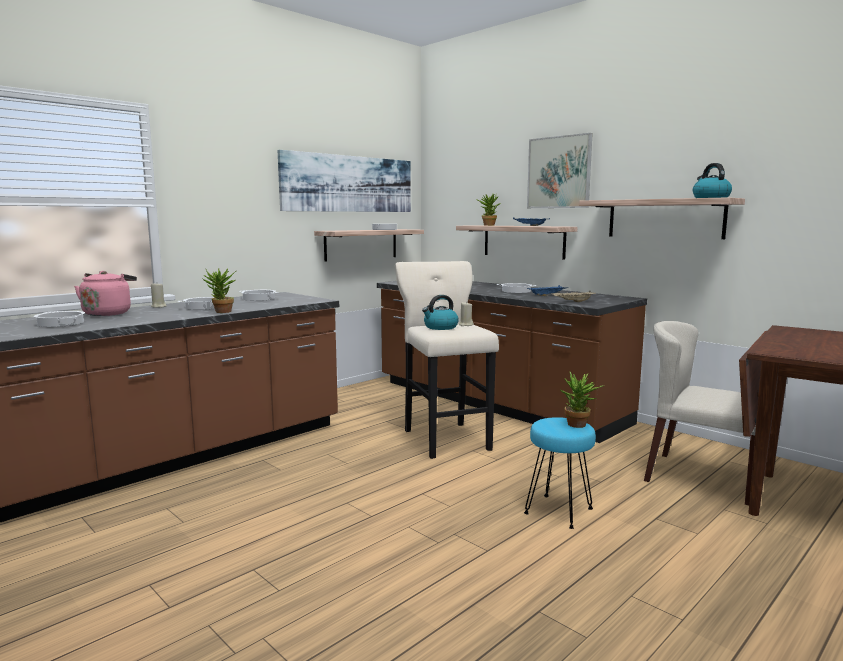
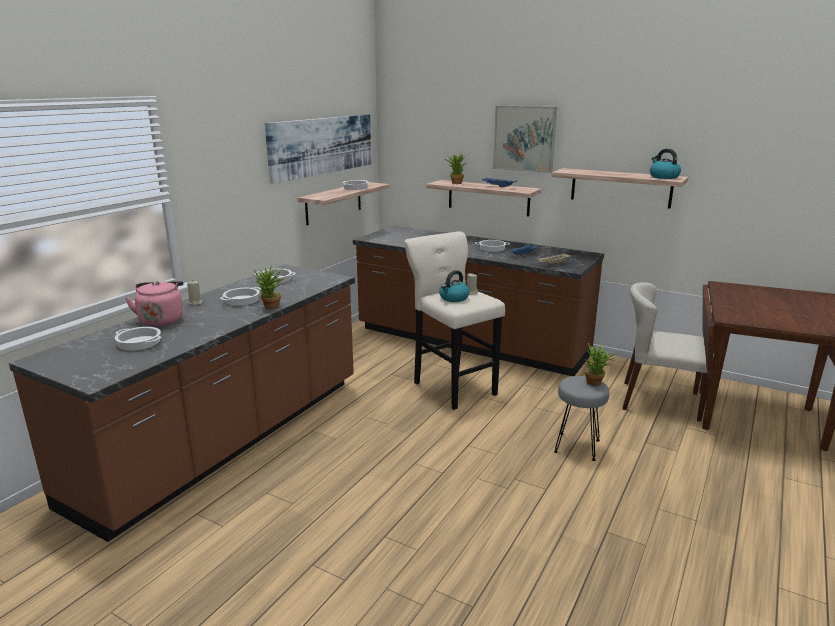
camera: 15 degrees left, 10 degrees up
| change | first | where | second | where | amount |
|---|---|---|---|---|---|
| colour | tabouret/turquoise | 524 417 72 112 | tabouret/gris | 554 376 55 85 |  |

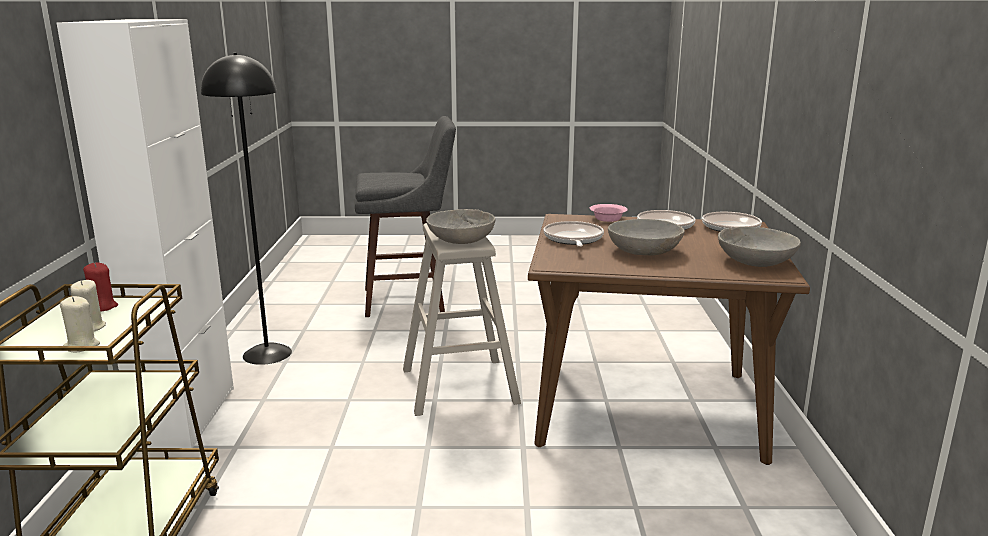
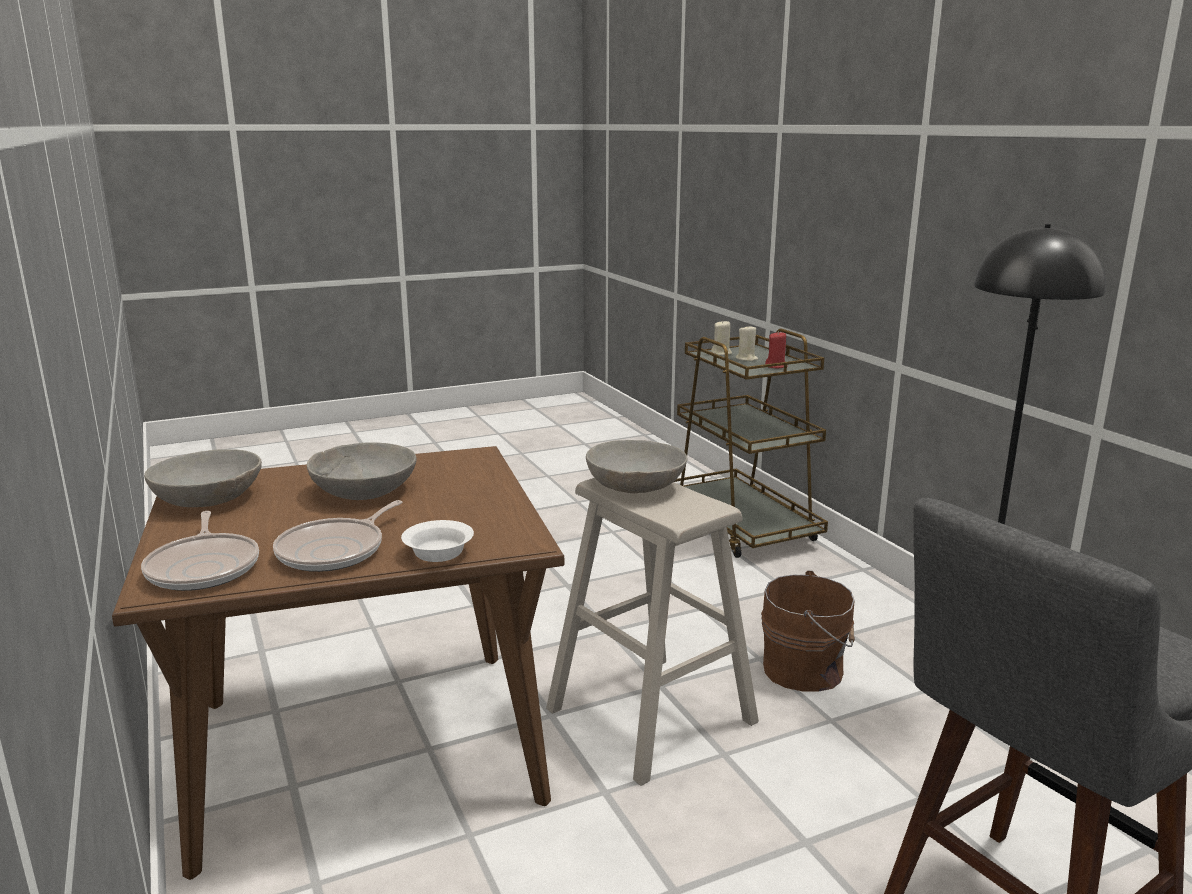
camera: 155 degrees right, 0 degrees up
| change | first | where | second | where | amount |
|---|---|---|---|---|---|
| colour | bol/rose | 590 204 38 18 | bol/blanc | 401 520 73 42 |  |
| appeared |  |  | seau/marron | 761 570 94 122 |  |
| missing | meuble de rangement/blanc | 57 19 177 429 |  |  |  |
| missing | poêle | 543 221 61 26 |  |  |  |

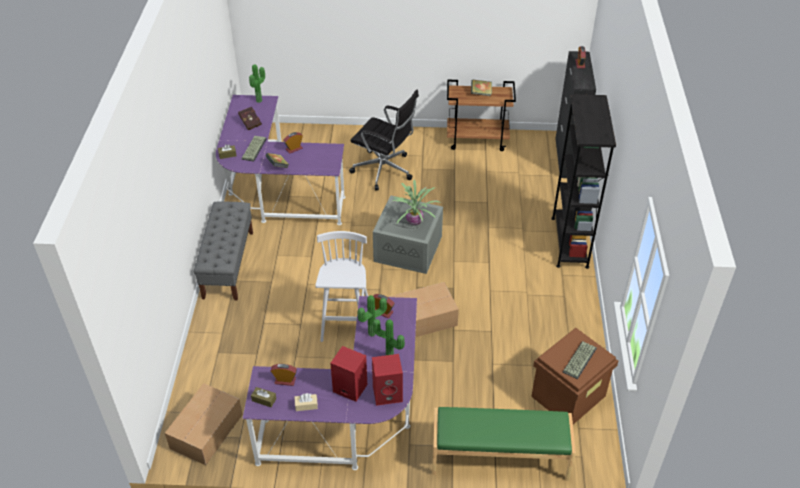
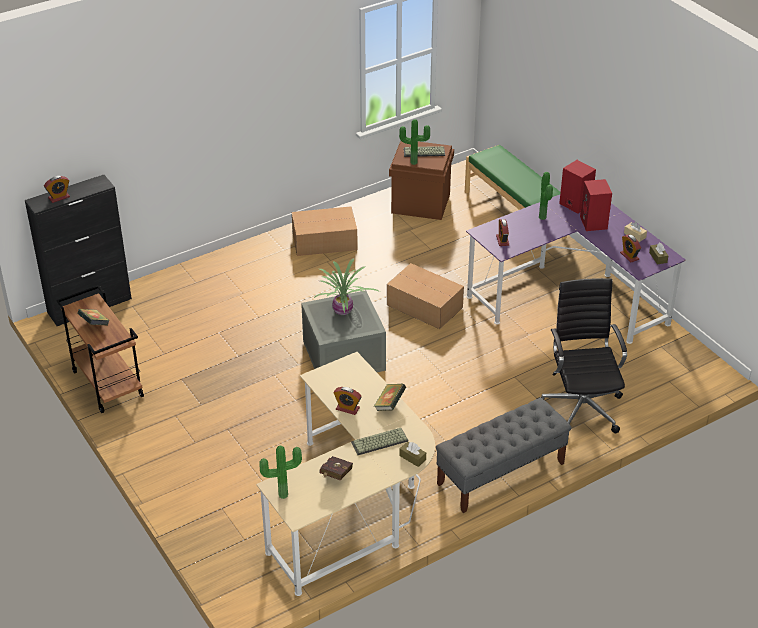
camera: 125 degrees left, 5 degrees down
| change | first | where | second | where | amount |
|---|---|---|---|---|---|
| colour | bureau/violet | 216 95 130 130 | bureau/beige | 256 352 179 244 |  |
| relocated | carton | 165 383 78 82 |  | 292 206 66 50 |  |
| relocated | plante en pot | 358 295 29 42 |  | 399 119 31 46 |  |
| relocated | chaise de bureau/noir | 349 90 70 100 |  | 537 278 90 155 |  |
| missing | tabouret/blanc | 315 231 53 111 |  |  |  |
| missing | bibliothèque/noir | 551 94 65 175 |  |  |  |

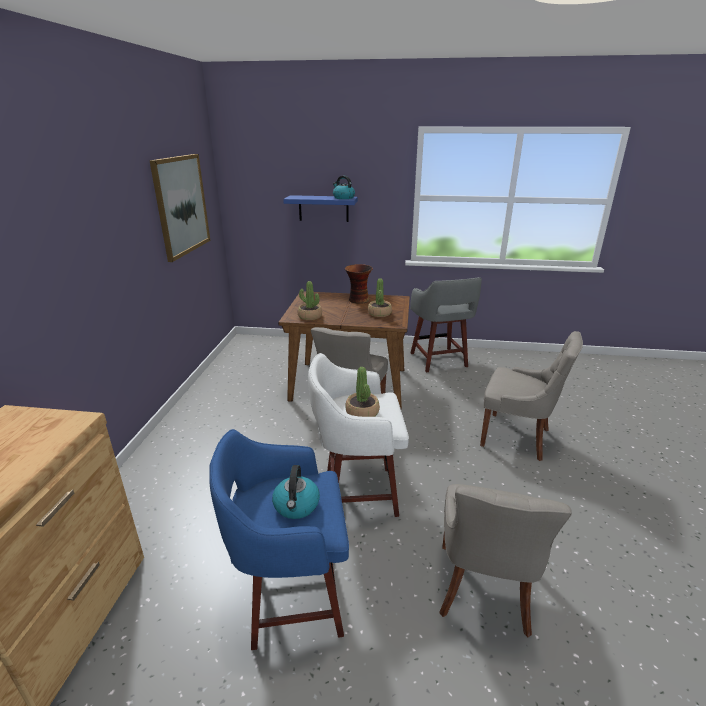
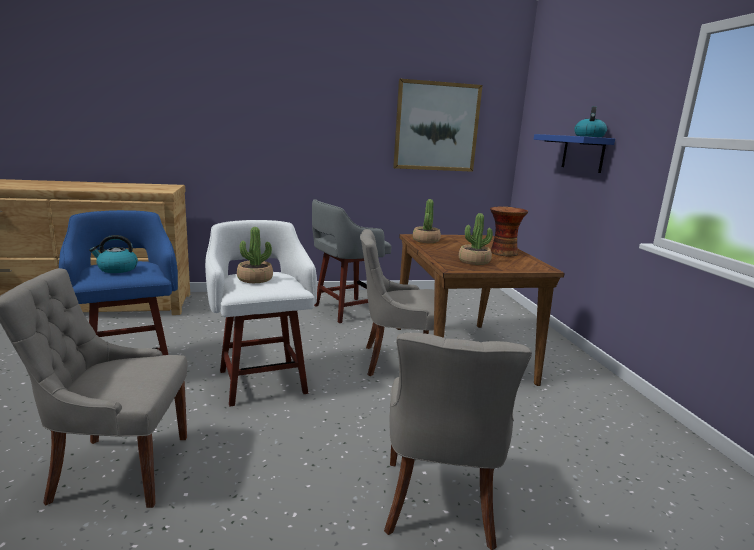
camera: 70 degrees right, 10 degrees down
| change | first | where | second | where | amount |
|---|---|---|---|---|---|
| relocated | tabouret/gris | 410 277 72 95 |  | 312 199 80 124 |  |

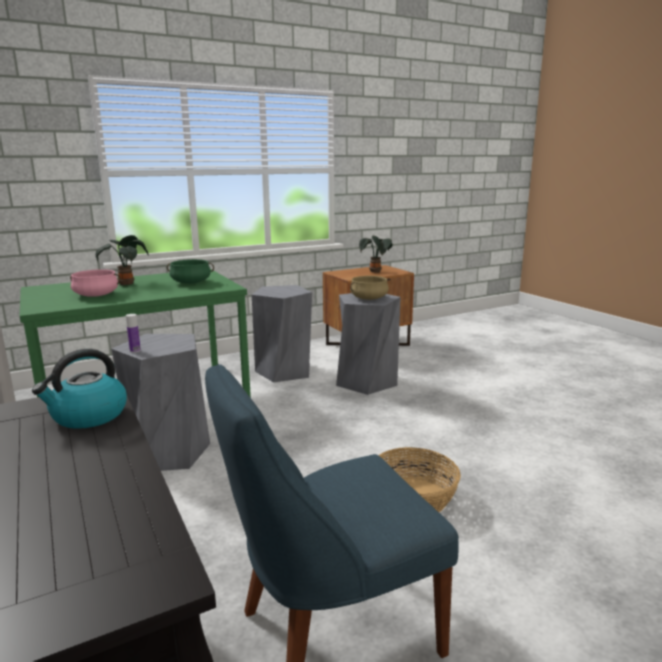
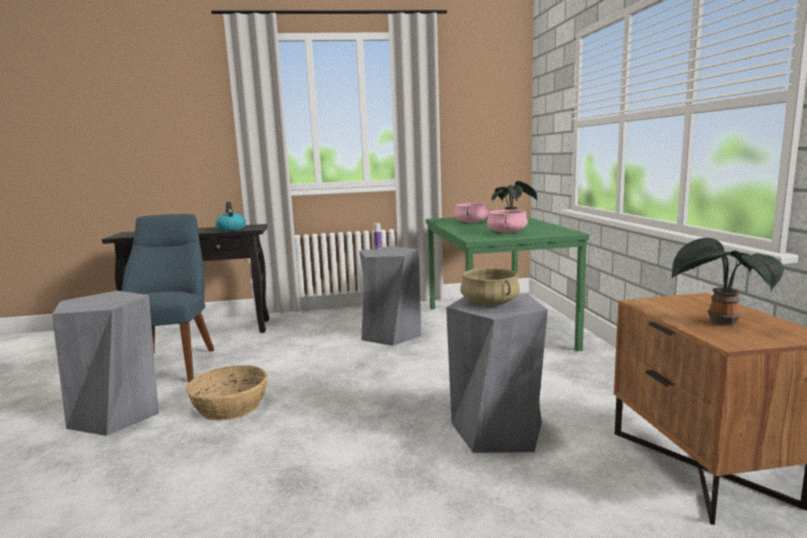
camera: 110 degrees right, 5 degrees down
| change | first | where | second | where | amount |
|---|---|---|---|---|---|
| relocated | tabouret/gris | 252 285 60 97 |  | 52 291 107 145 |  |
| colour | marmite/vert | 167 259 47 25 | marmite/rose | 487 210 41 23 |  |

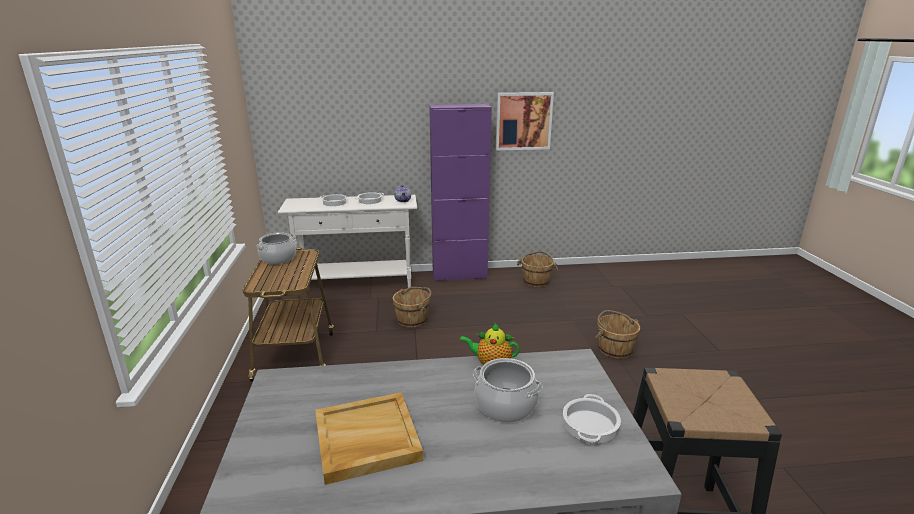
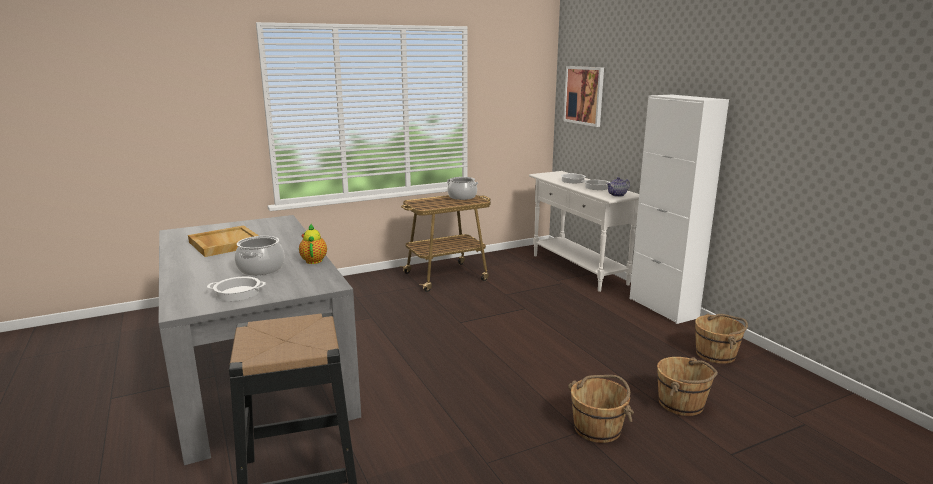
camera: 70 degrees right, 5 degrees down
| change | first | where | second | where | amount |
|---|---|---|---|---|---|
| relocated | tableau | 496 92 58 58 |  | 563 66 41 61 |  |
| colour | meuble de rangement/violet | 429 104 63 178 | meuble de rangement/blanc | 630 95 99 229 |  |
| relocated | seau/marron | 393 287 38 41 |  | 657 357 61 59 |  |

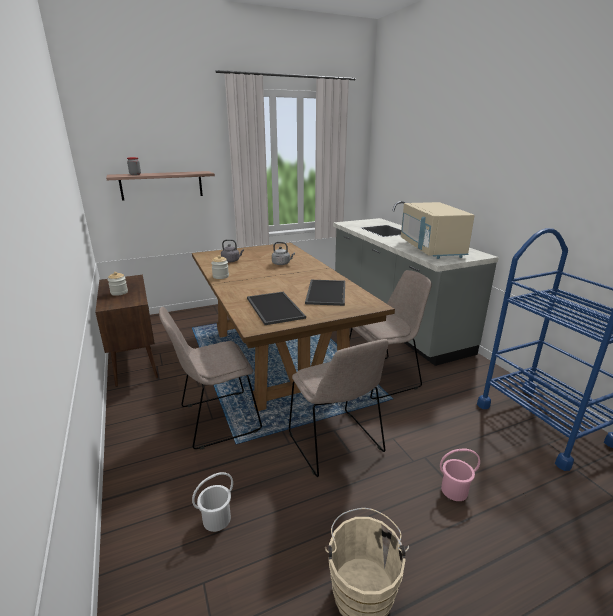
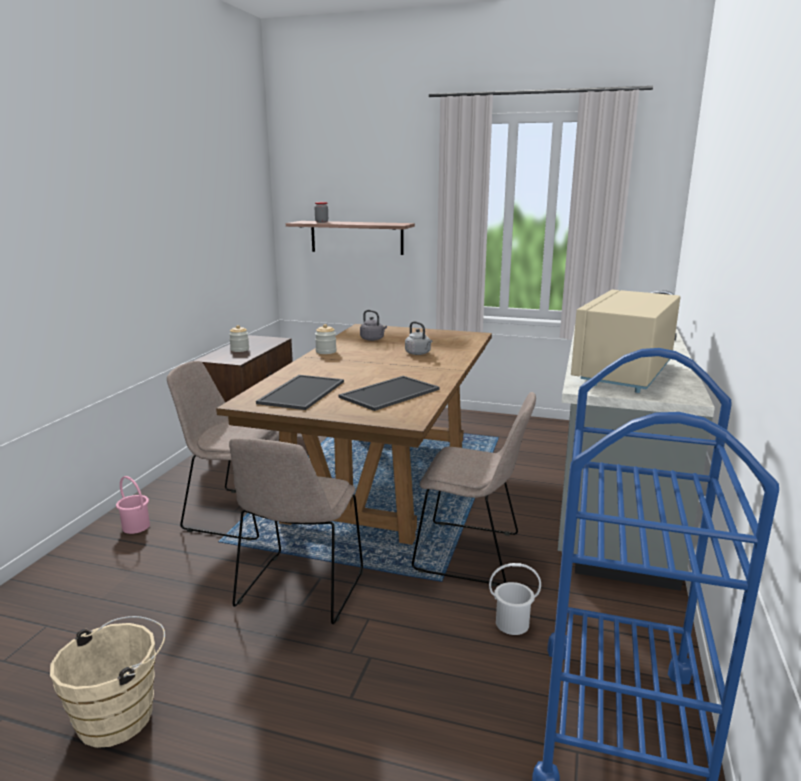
camera: 40 degrees right, 5 degrees down
| change | first | where | second | where | amount |
|---|---|---|---|---|---|
| relocated | seau/rose | 440 449 40 52 |  | 116 476 34 58 |  |
| relocated | seau/blanc | 192 472 41 60 |  | 489 563 52 72 |  |

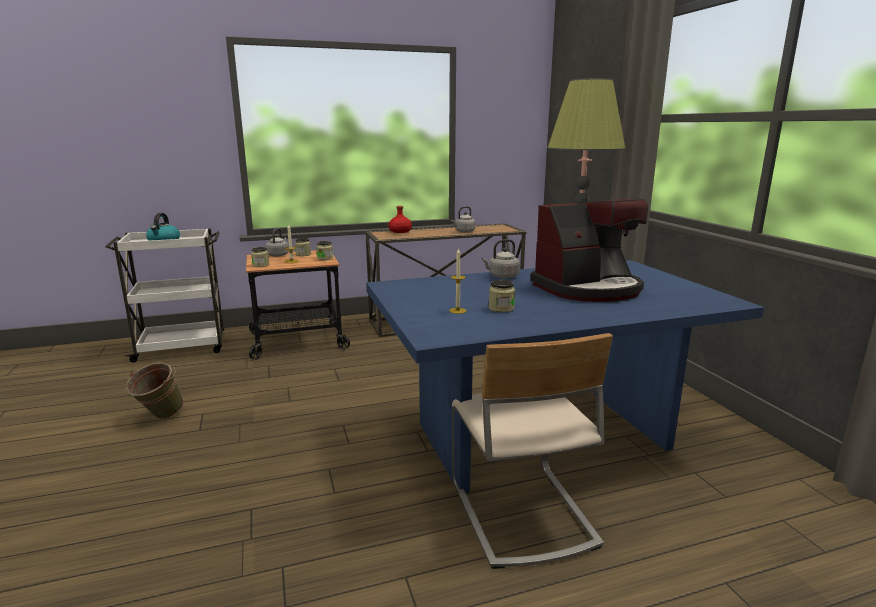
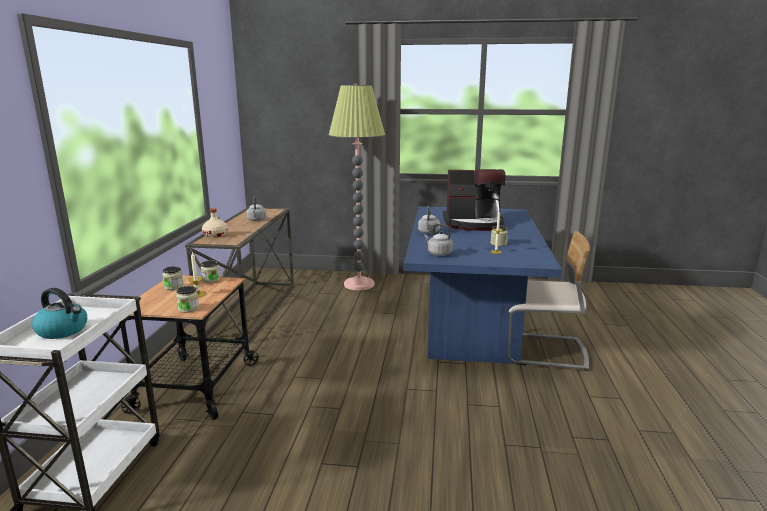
camera: 65 degrees left, 0 degrees up
| change | first | where | second | where | amount |
|---|---|---|---|---|---|
| colour | bouteille/rouge | 388 206 24 27 | bouteille/beige | 202 208 26 29 |  |
| relocated | bouilloire/gris | 266 228 23 29 |  | 424 224 29 32 |  |
| spun | machine à café | 530 199 118 103 |  | 443 169 62 62 | 90 degrees clockwise |
| missing | seau/vert | 126 362 58 57 |  |  |  |

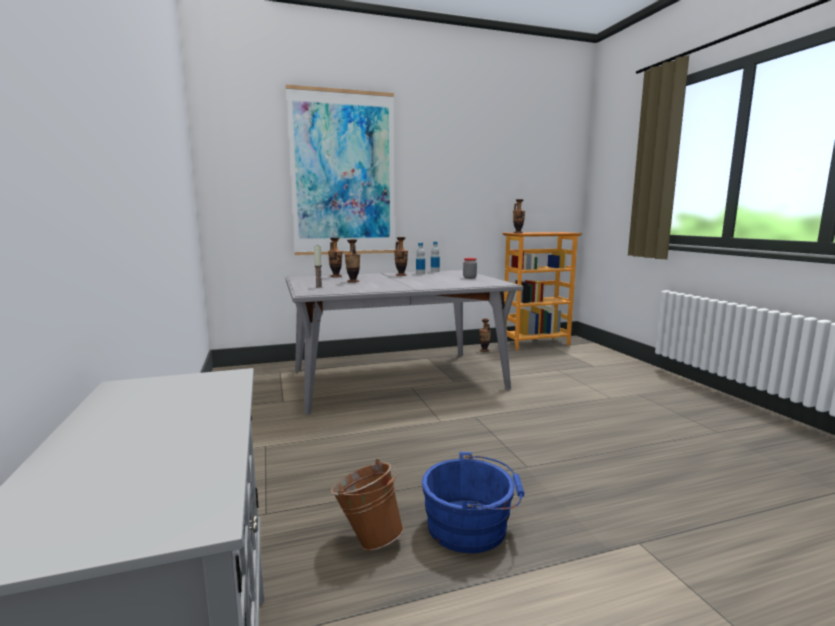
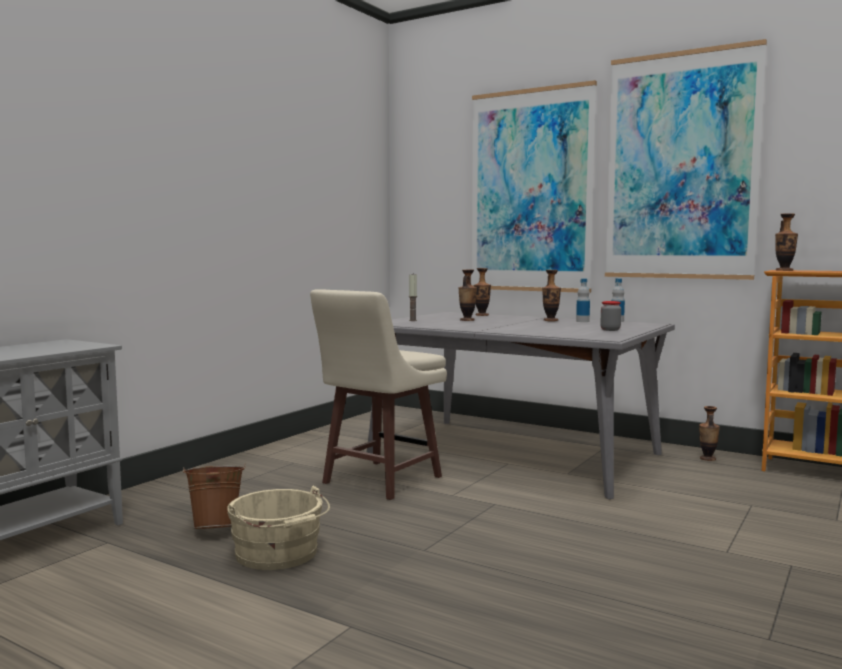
camera: 50 degrees right, 5 degrees down
| change | first | where | second | where | amount |
|---|---|---|---|---|---|
| colour | seau/bleu | 422 452 103 101 | seau/beige | 227 486 103 84 |  |
| appeared |  |  | tabouret/beige | 310 289 137 211 |  |
| appeared |  |  | tableau | 605 39 162 241 |  |

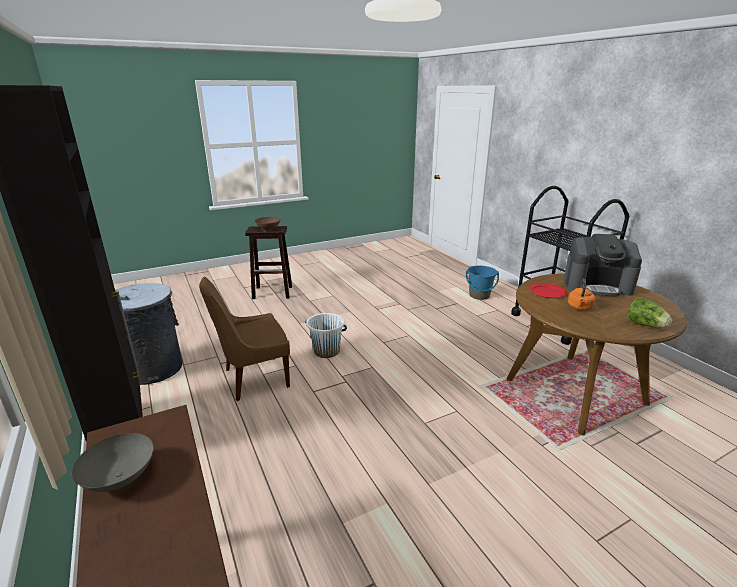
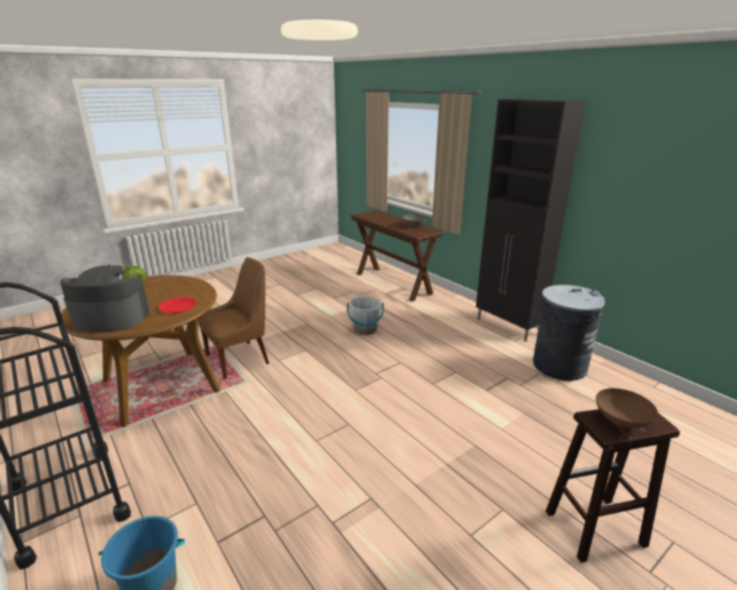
camera: 170 degrees right, 0 degrees up
| change | first | where | second | where | amount |
|---|---|---|---|---|---|
| relocated | chaise/marron | 199 277 91 124 |  | 198 257 71 122 |  |
| relocated | seau/blanc | 305 313 42 45 |  | 347 296 37 39 |  |
| missing | bouilloire/orange | 568 278 27 32 |  |  |  |

